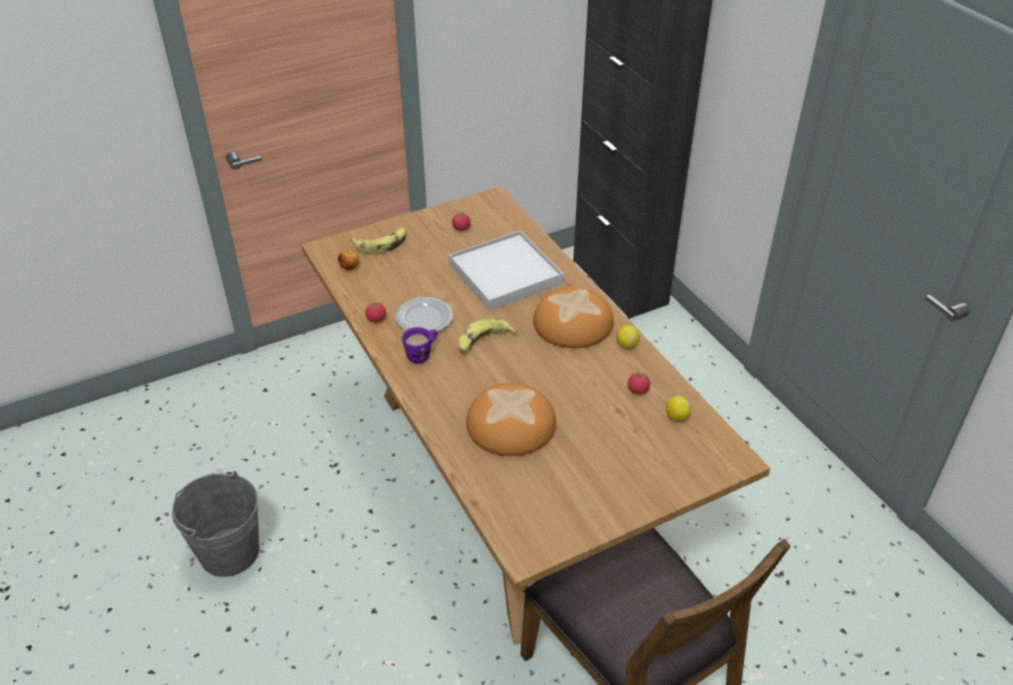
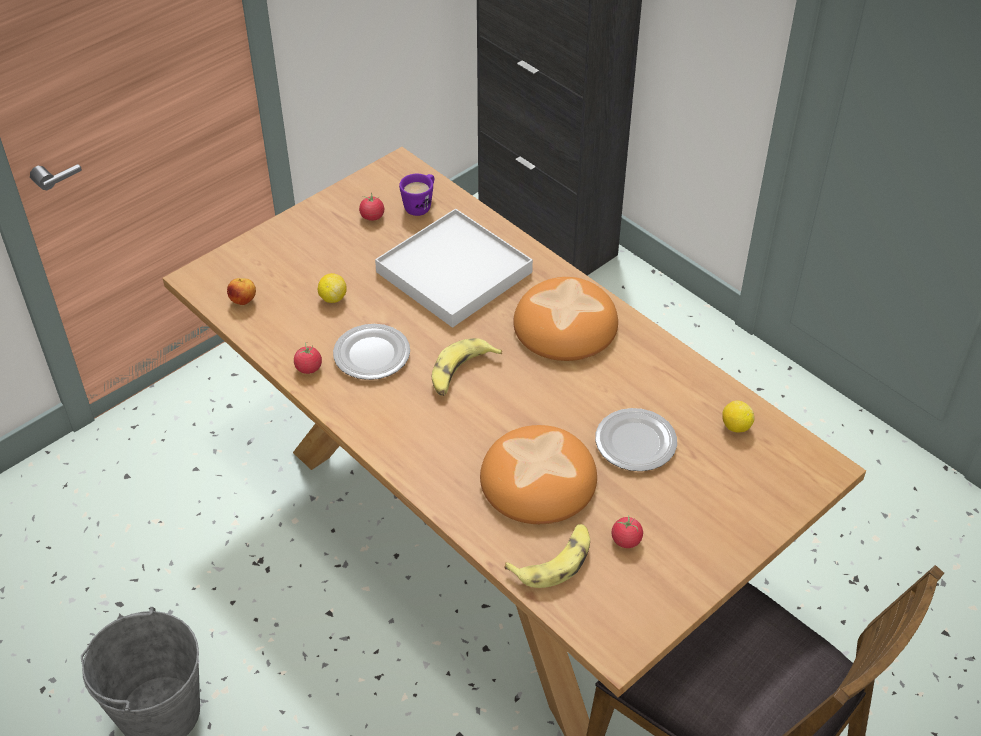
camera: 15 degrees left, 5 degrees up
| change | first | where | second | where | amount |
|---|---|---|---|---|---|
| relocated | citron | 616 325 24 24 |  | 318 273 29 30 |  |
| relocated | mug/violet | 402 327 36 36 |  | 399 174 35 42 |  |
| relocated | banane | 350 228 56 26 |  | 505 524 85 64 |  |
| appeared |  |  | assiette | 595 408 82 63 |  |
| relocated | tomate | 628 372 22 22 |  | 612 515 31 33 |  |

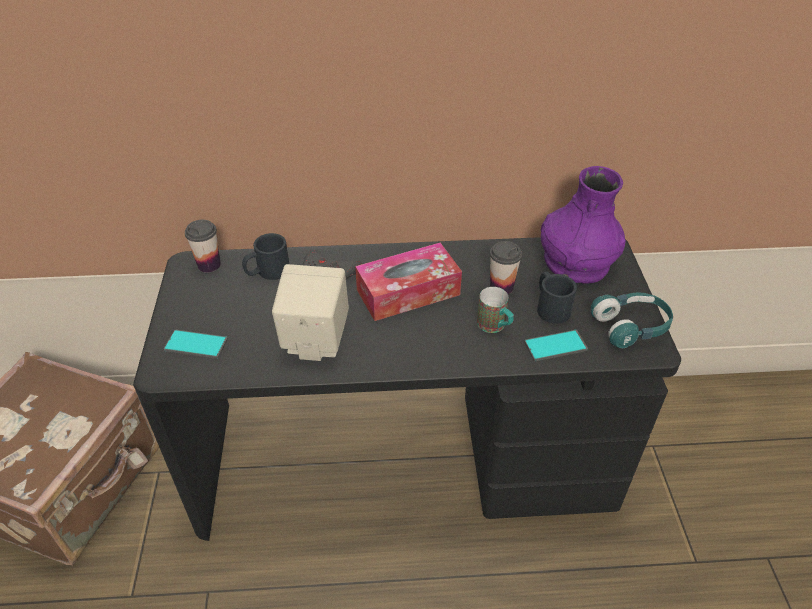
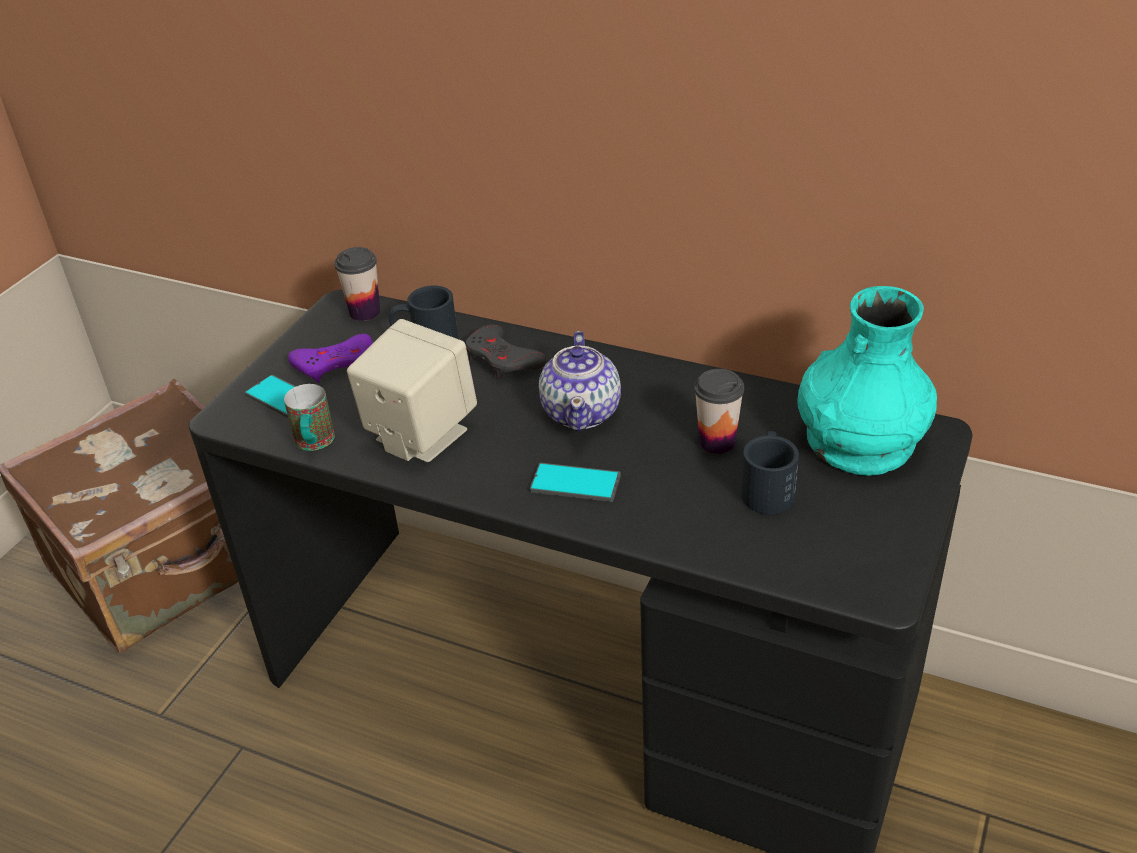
camera: 30 degrees right, 5 degrees down
| change | first | where | second | where | amount |
|---|---|---|---|---|---|
| relocated | mug | 477 287 37 46 |  | 284 384 51 67 |  |
| appeared |  |  | manette/violet | 288 334 84 49 |  |
| relocated | téléphone | 524 330 64 31 |  | 530 463 91 39 |  |
| exchanged | boîte à mouchoirs | 355 243 107 78 | théière | 539 331 82 101 |  |
| colour | vase/violet | 541 166 85 118 | vase/turquoise | 798 286 139 190 |  |
| missing | casque audio/turquoise | 591 292 82 56 |  |  |  |

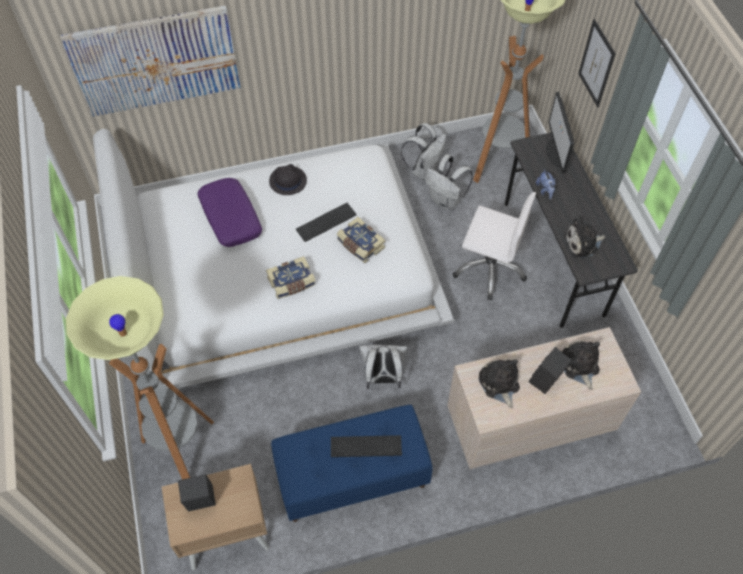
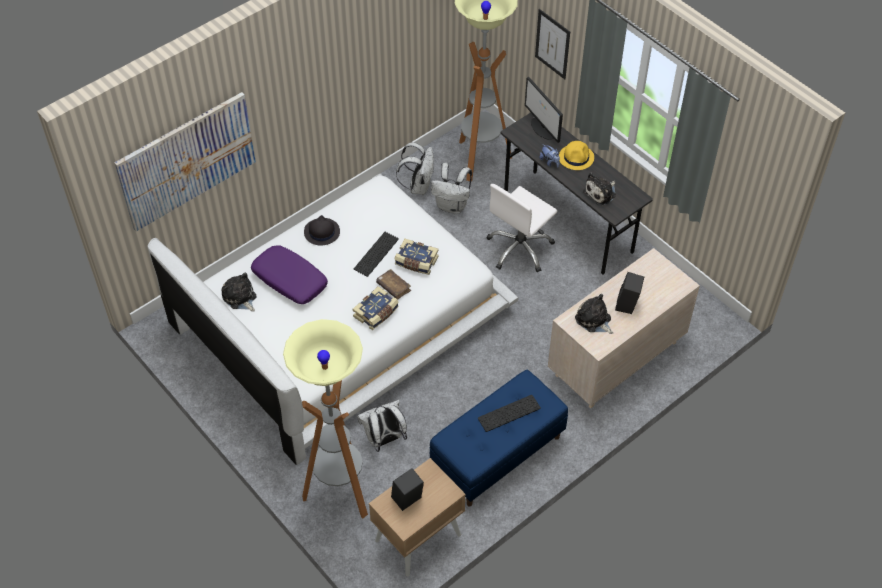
camera: 25 degrees left, 5 degrees down
| change | first | where | second | where | amount |
|---|---|---|---|---|---|
| relocated | peluche | 561 341 39 49 |  | 221 273 35 39 |  |
| relocated | sac à dos/blanc | 359 345 48 44 |  | 357 400 50 52 |  |
| appeared |  |  | livre/marron | 376 269 35 30 |  |
| spun | chaise de bureau/blanc | 452 192 84 108 |  | 486 184 71 88 | 135 degrees clockwise |
| appeared |  |  | chapeau/jaune | 559 141 35 29 |  |

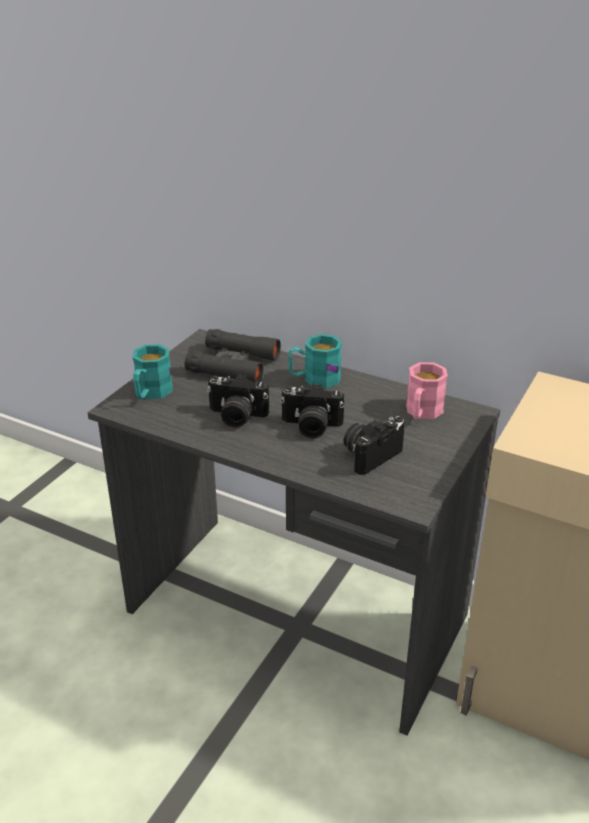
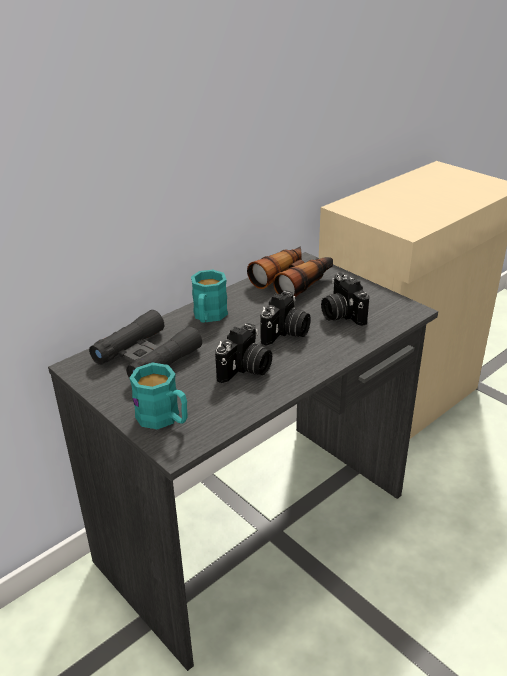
camera: 70 degrees left, 0 degrees up
| change | first | where | second | where | amount |
|---|---|---|---|---|---|
| exchanged | mug/rose | 406 362 42 57 | jumelles | 247 246 86 51 |  |

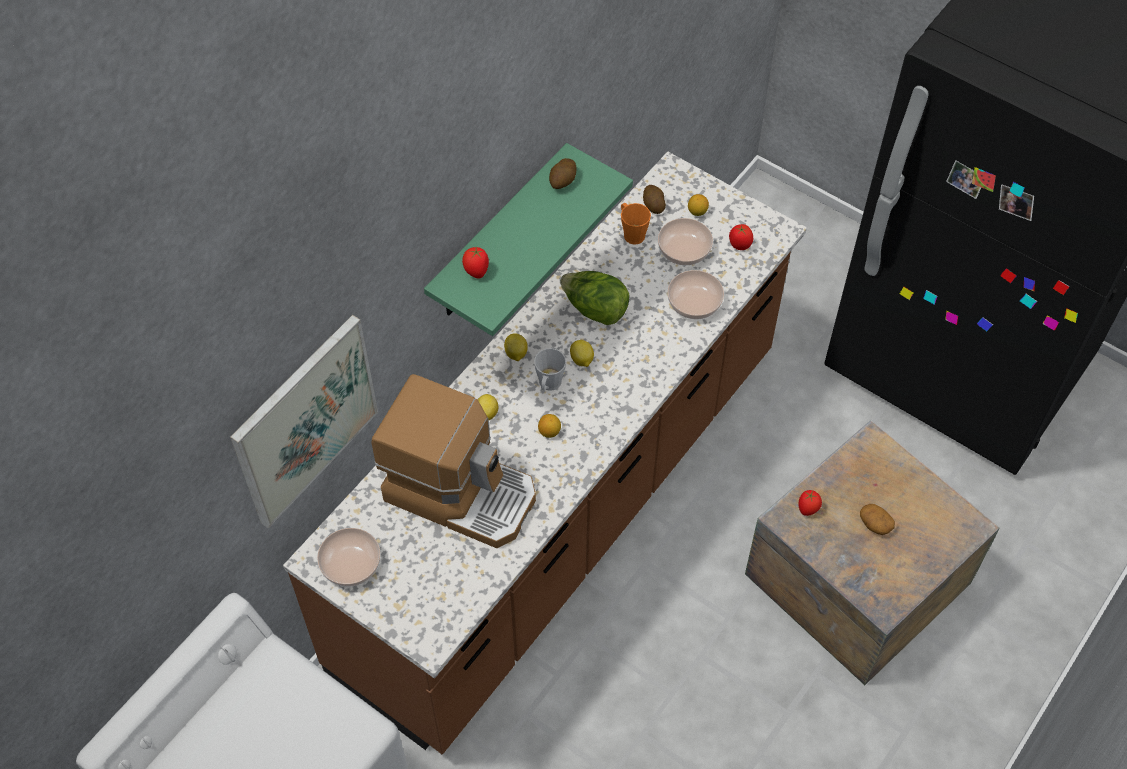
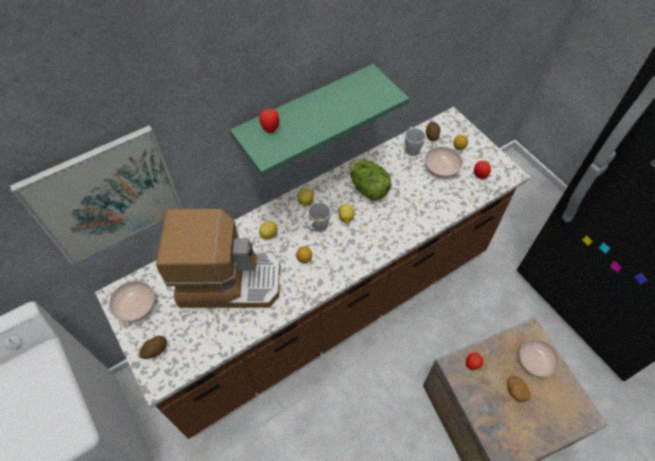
camera: 20 degrees right, 0 degrees up
| change | first | where | second | where | amount |
|---|---|---|---|---|---|
| relocated | pomme de terre | 549 158 28 31 |  | 140 336 27 23 |  |
| spun | machine à café | 372 374 164 174 |  | 156 209 125 99 | 45 degrees counterclockwise |
| colour | mug/orange | 621 203 30 42 | mug/gris | 405 127 21 29 |  |
| relocated | bol | 668 270 56 49 |  | 519 339 41 39 |  |

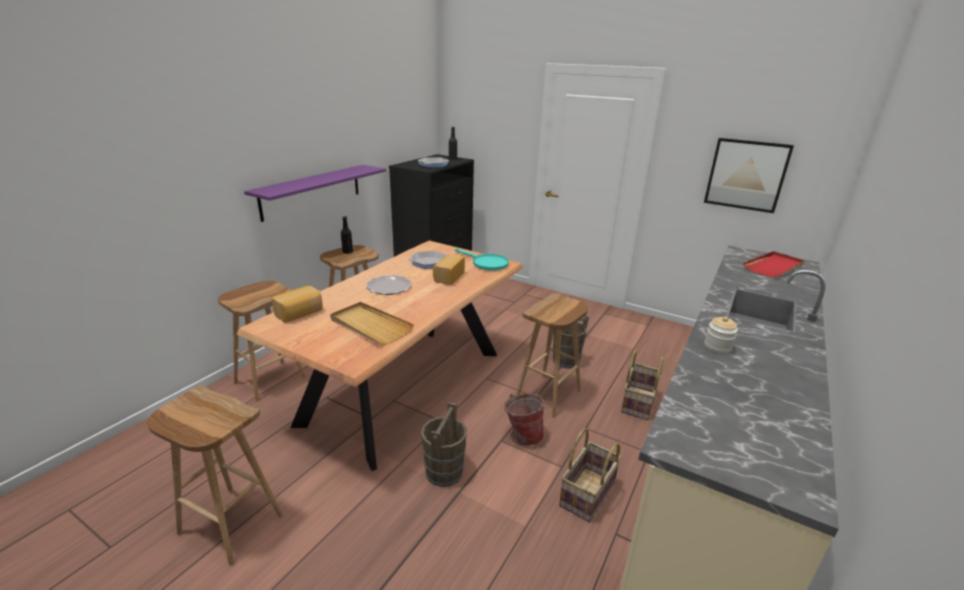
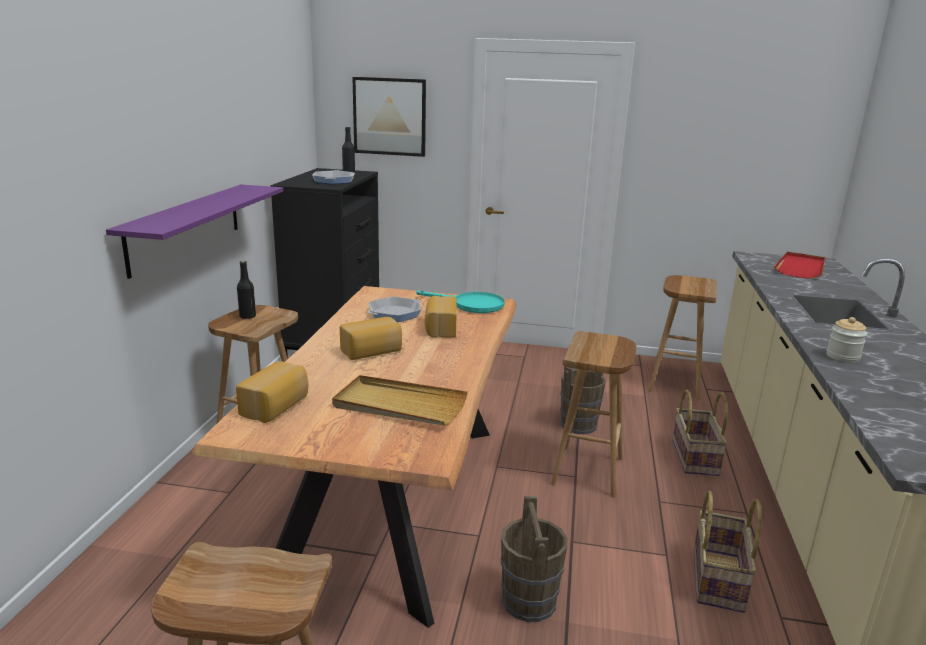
camera: 20 degrees left, 5 degrees down
| change | first | where | second | where | amount |
|---|---|---|---|---|---|
| exchanged | assiette | 367 275 45 20 | pain | 340 317 62 43 |  |
| relocated | tableau | 704 138 90 75 |  | 352 77 74 80 |  |
| relocated | tabouret/marron | 218 281 88 121 |  | 648 275 69 125 |  |
| missing | seau | 504 393 43 53 |  |  |  |

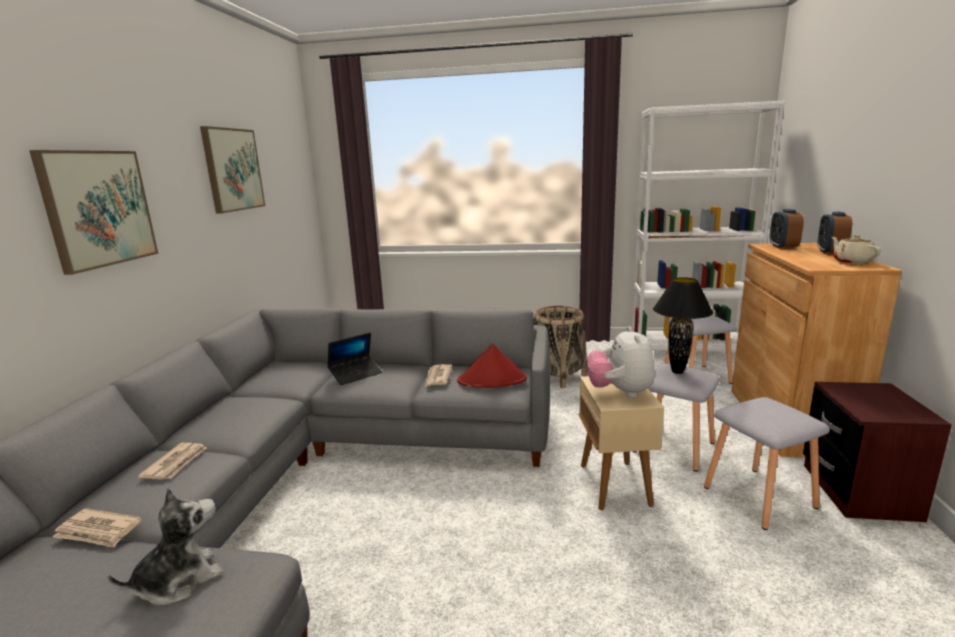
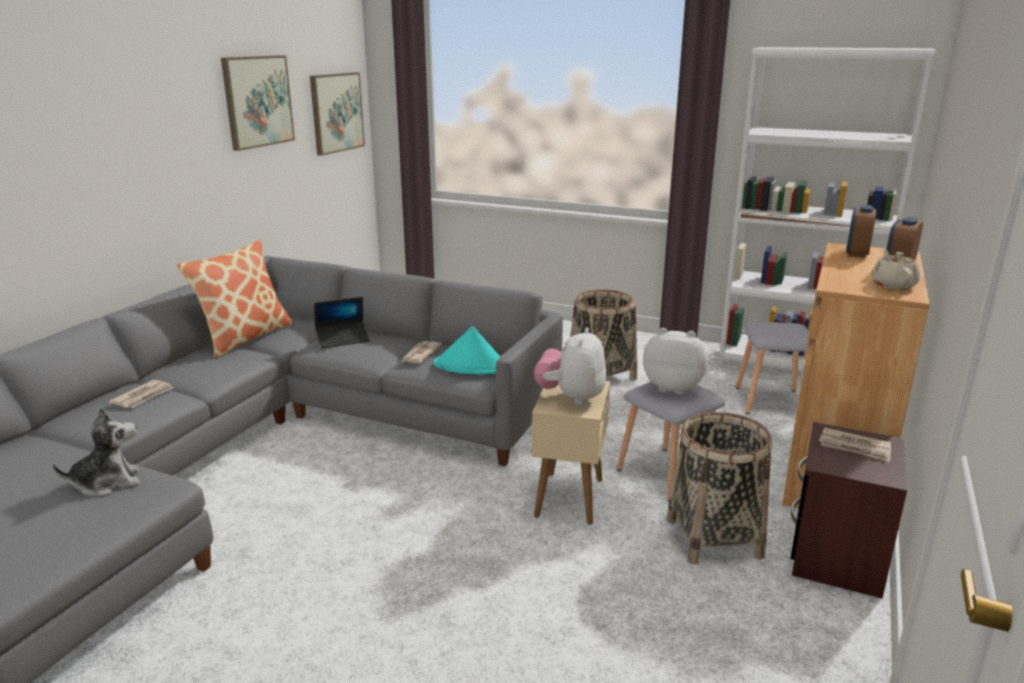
camera: 15 degrees right, 5 degrees up
| change | first | where | second | where | amount |
|---|---|---|---|---|---|
| appeared |  |  | coussin | 177 239 117 120 |  |
| relocated | tableau | 29 150 129 125 |  | 310 72 55 84 |  |
| colour | chapeau/rouge | 457 343 70 45 | chapeau/turquoise | 434 326 66 49 |  |
| exchanged | lampe de table/noir | 653 277 61 97 | peluche | 643 328 65 67 |  |
| exchanged | tabouret/gris | 704 397 126 133 | panier | 666 412 106 153 |  |
| relocated | journal | 52 508 89 39 |  | 819 427 72 35 |  |

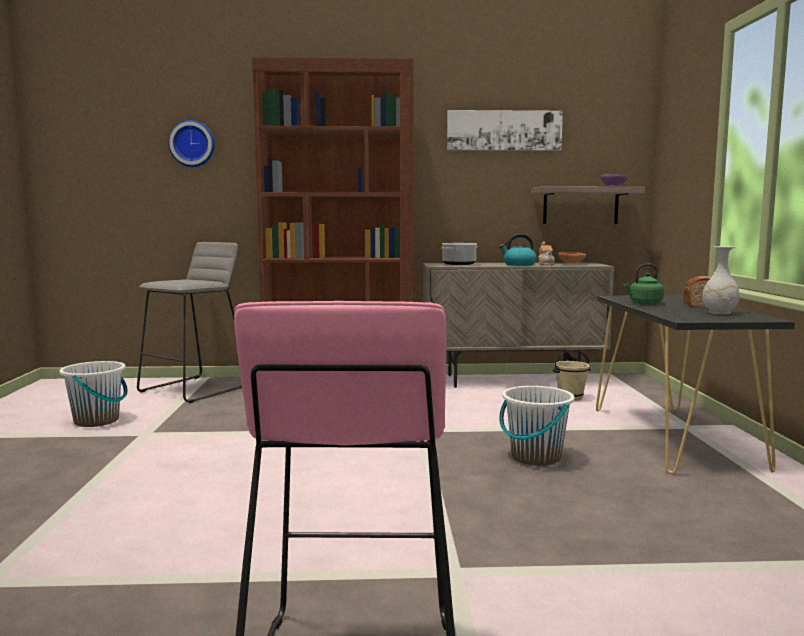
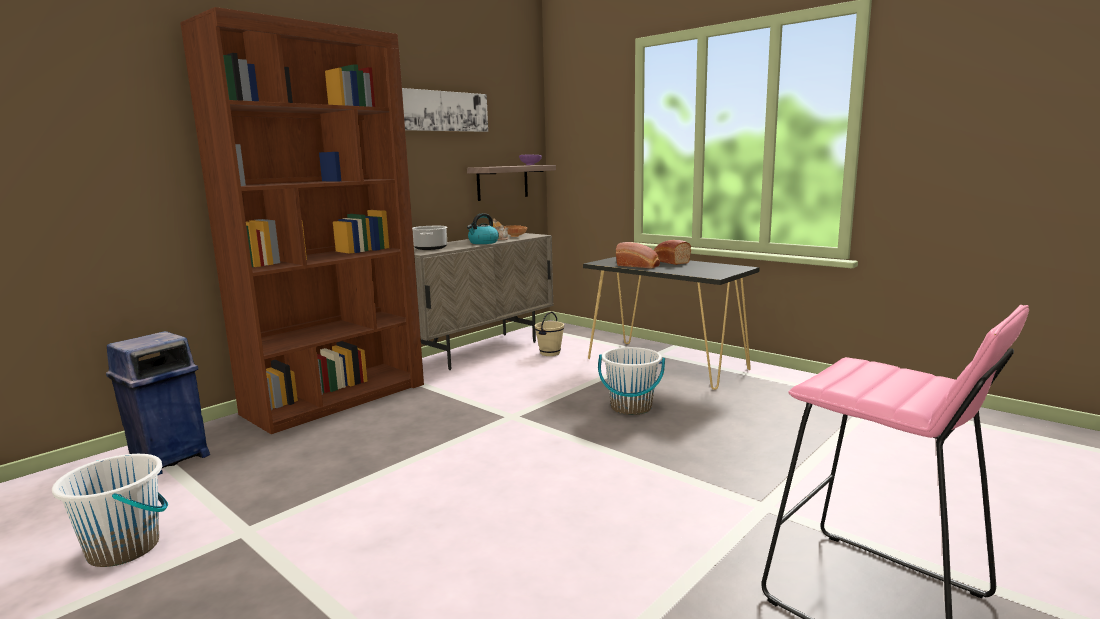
camera: 45 degrees left, 5 degrees up
| change | first | where | second | where | amount |
|---|---|---|---|---|---|
| exchanged | tabouret/gris | 137 242 105 161 | poubelle/bleu | 106 331 104 145 |  |
| exchanged | bouilloire/vert | 623 264 41 40 | pain | 616 242 44 26 |  |
| missing | horloge murale | 168 120 47 47 |  |  |  |
| missing | vase/blanc | 702 246 37 68 |  |  |  |

